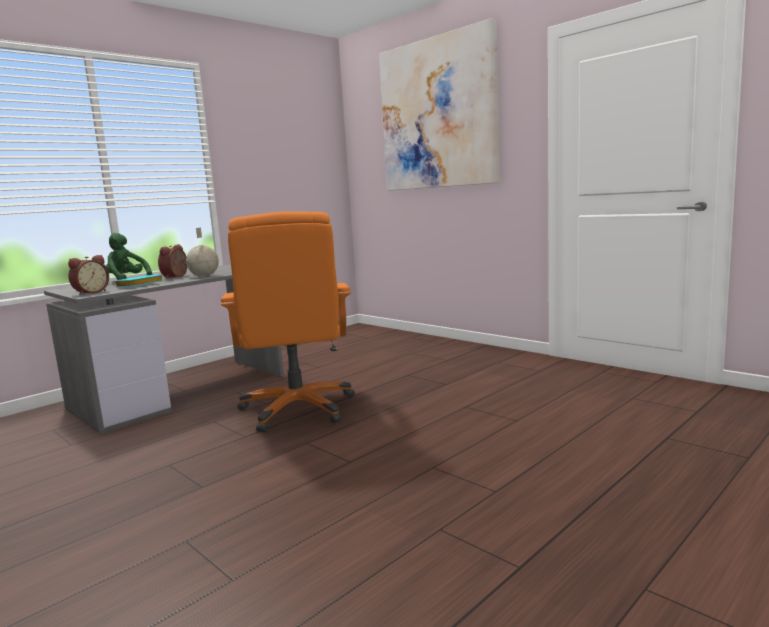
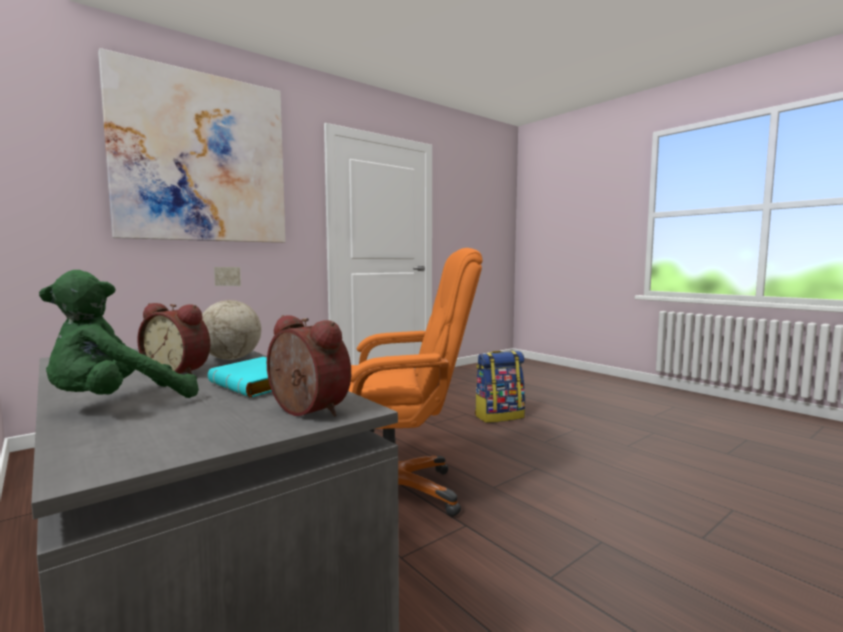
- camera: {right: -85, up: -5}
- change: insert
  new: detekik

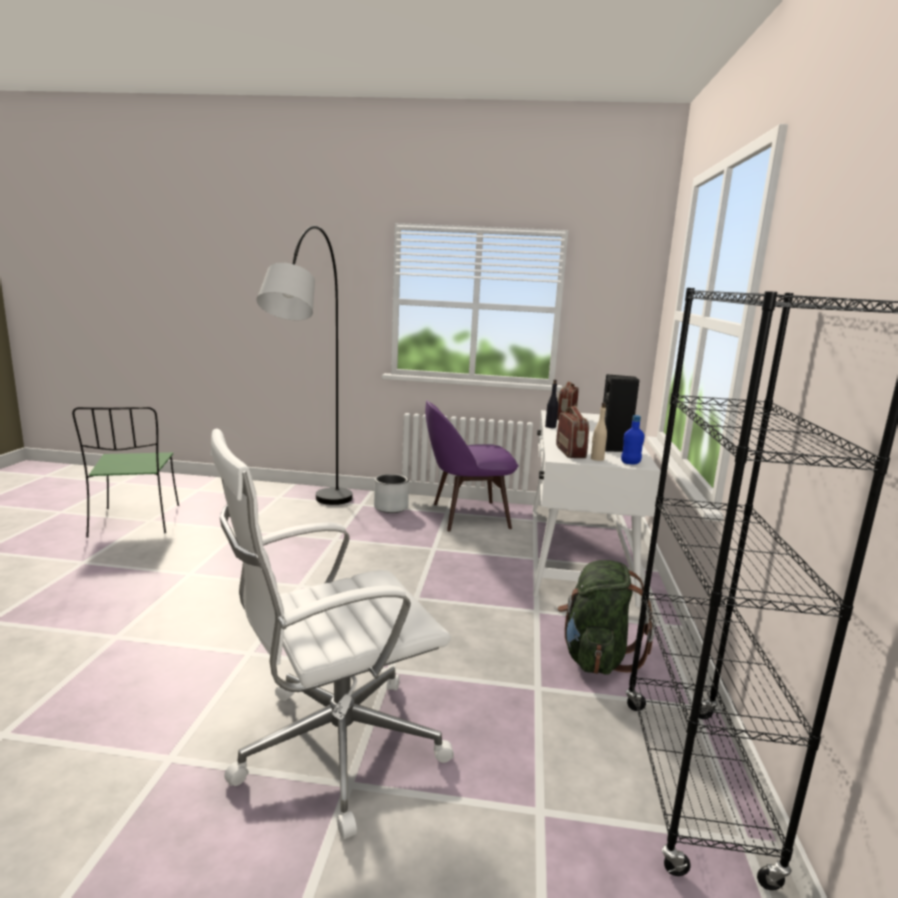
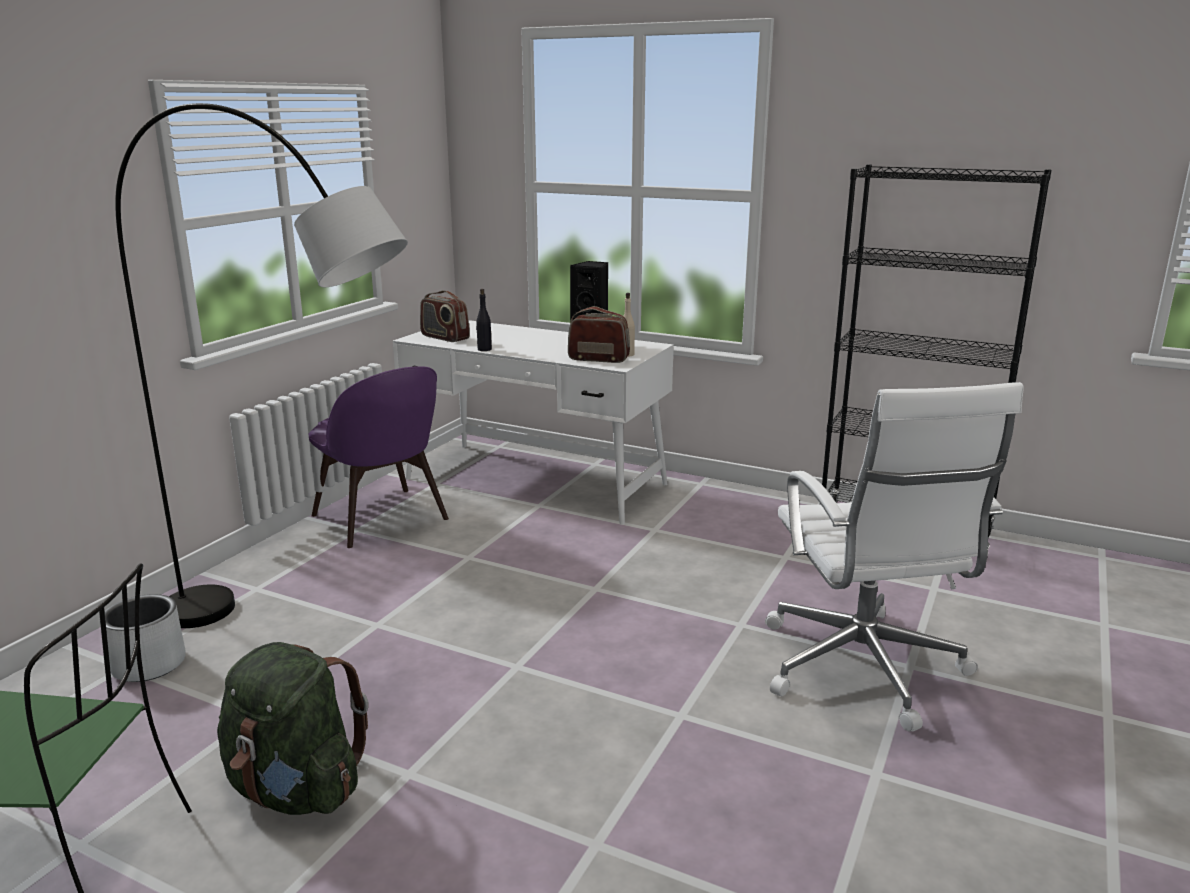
- camera: {right: -70, up: 5}
- change: move
  old: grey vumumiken
- change: move
  old: green detekik
- change: rotate
  old: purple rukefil
  degrees: -45
- change: delete
  old: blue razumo

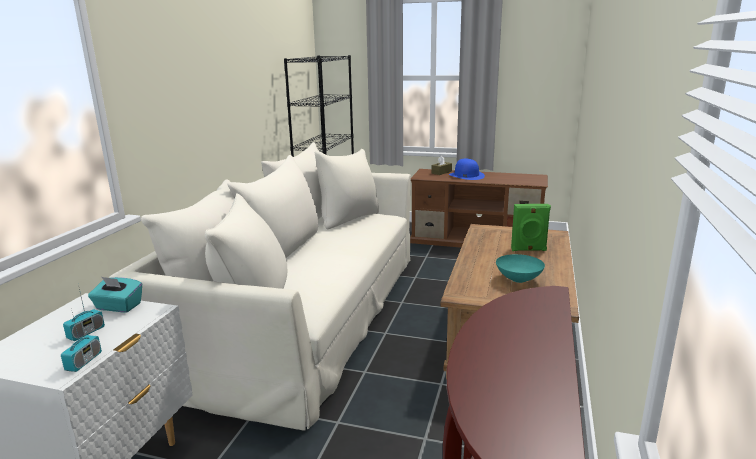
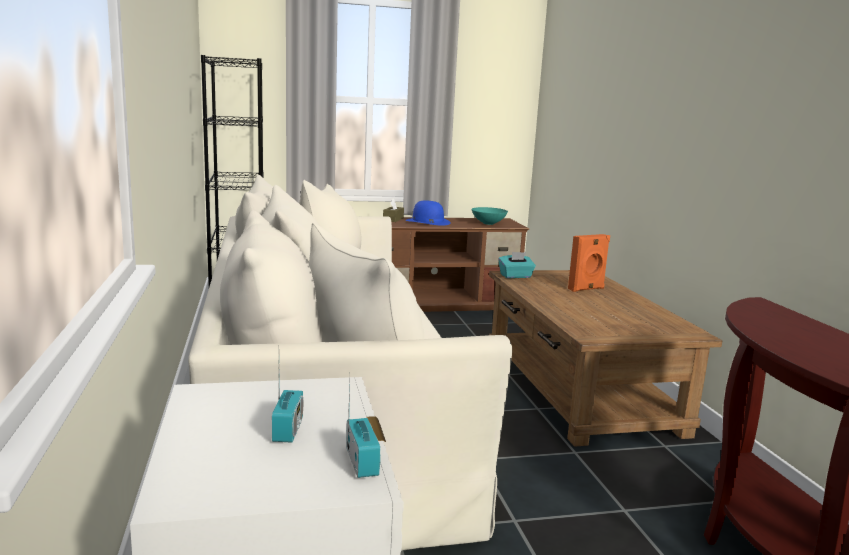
- camera: {right: -30, up: -5}
- change: move
  old: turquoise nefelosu
- change: move
  old: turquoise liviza
- change: recolor
  old: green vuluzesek
  new: orange vuluzesek

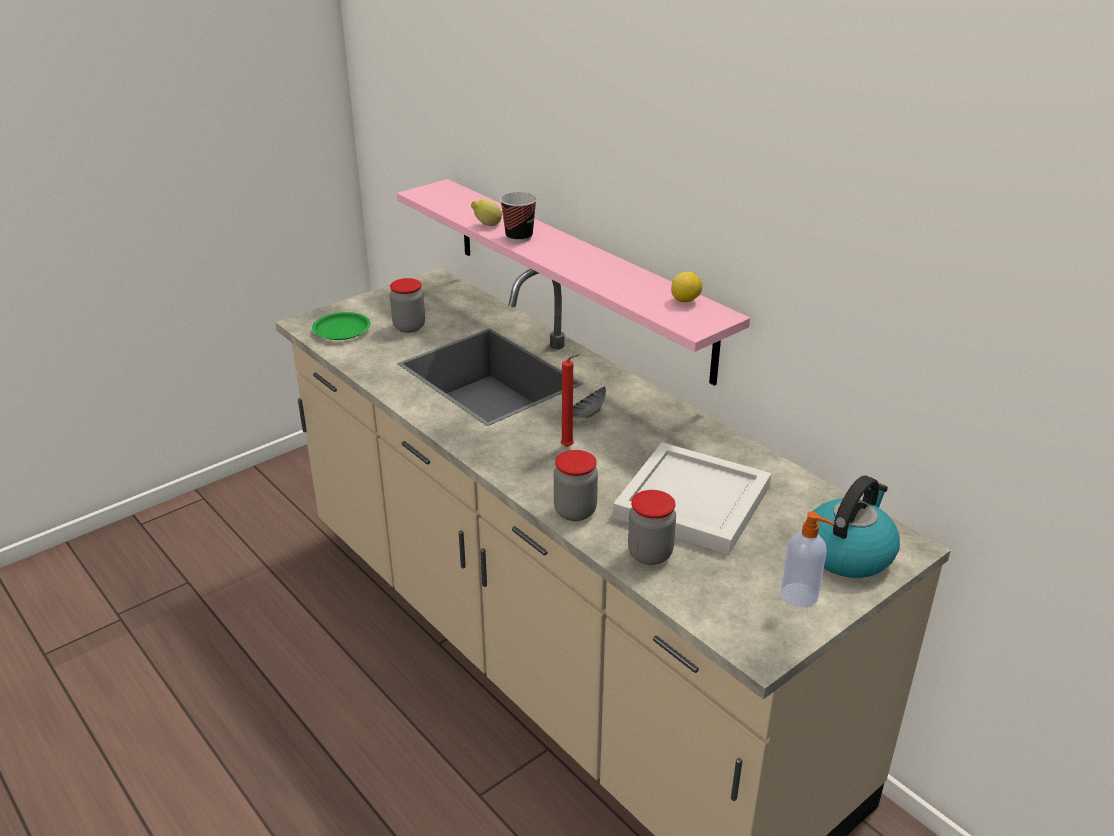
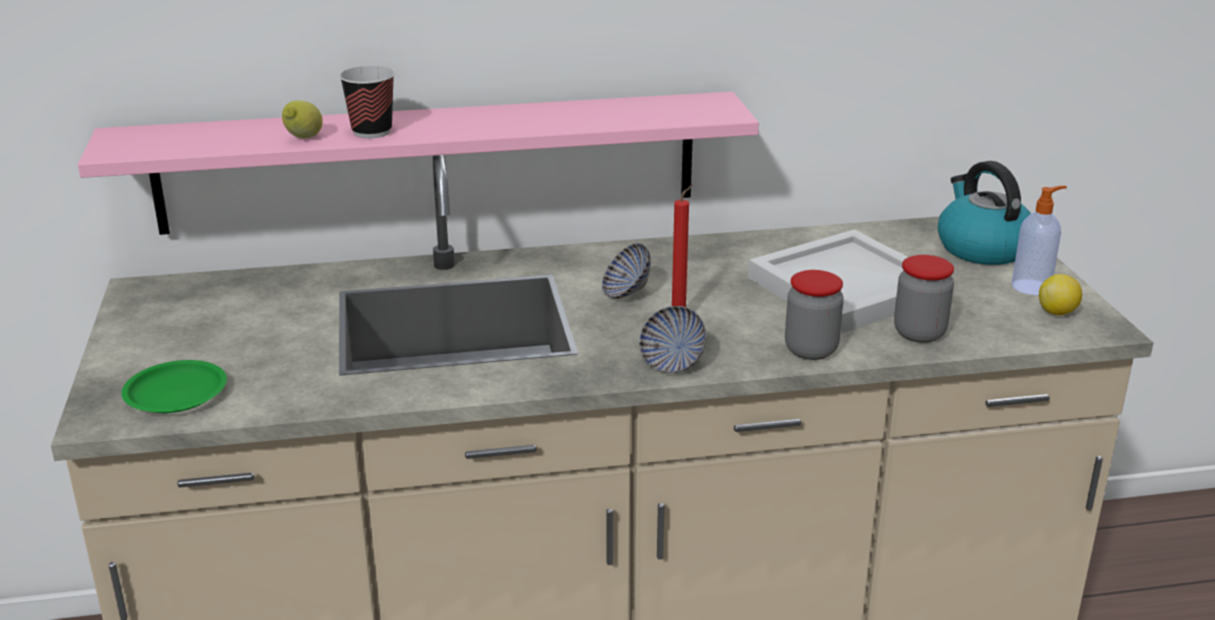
- camera: {right: -60, up: -5}
- change: insert
  new: nefelosu (2nd from left)
- change: move
  old: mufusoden (2nd from left)
- change: delete
  old: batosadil (1st from left)

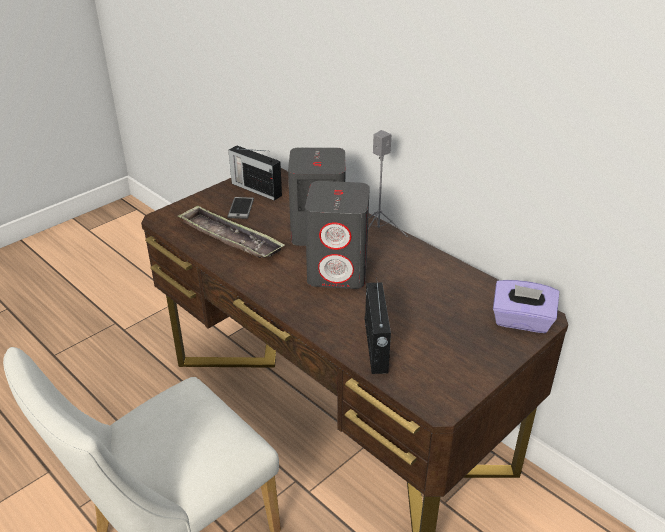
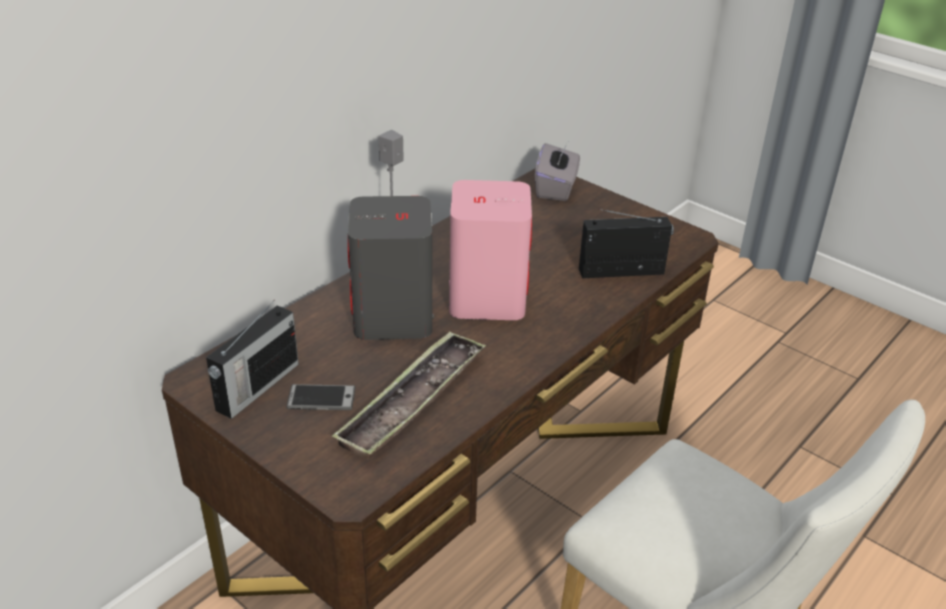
- camera: {right: -95, up: 0}
- change: recolor
  old: grey vuluzesek (2nd from left)
  new: pink vuluzesek
- change: recolor
  old: purple liviza
  new: grey liviza

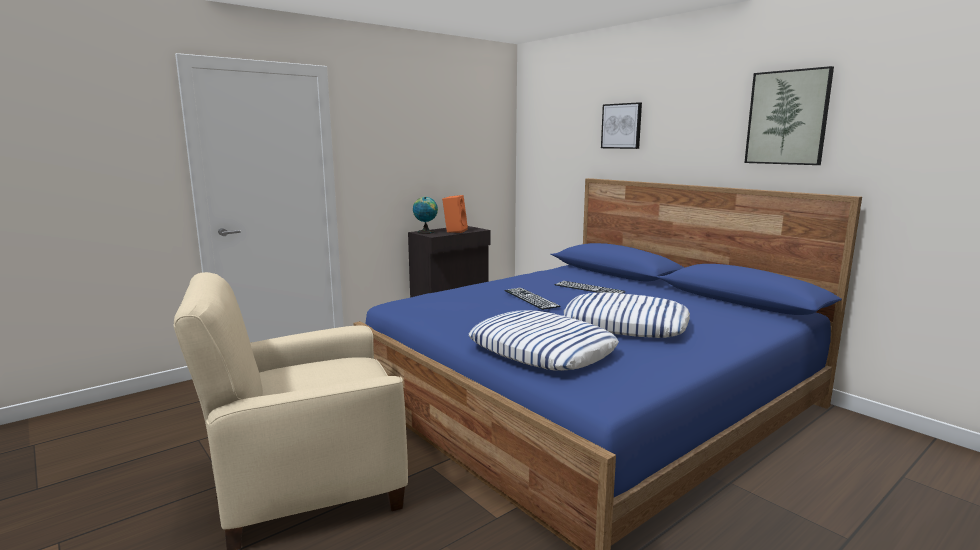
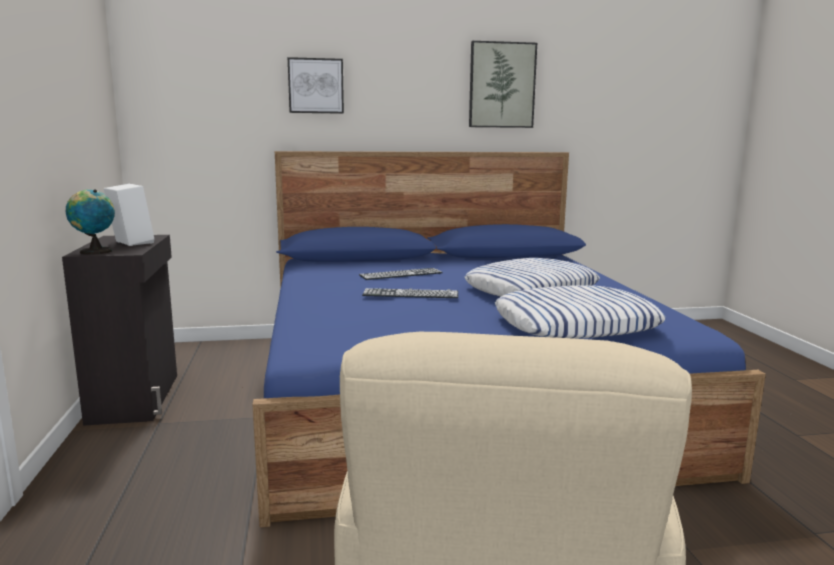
- camera: {right: -60, up: 0}
- change: recolor
  old: orange vuluzesek
  new: white vuluzesek

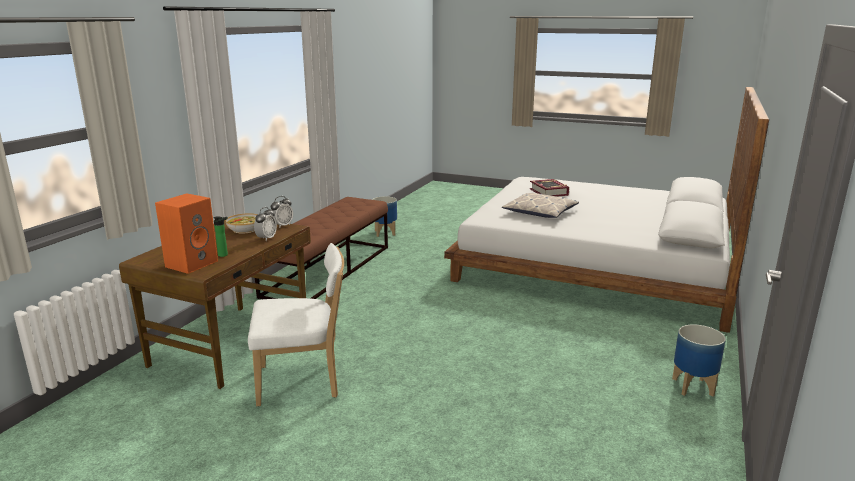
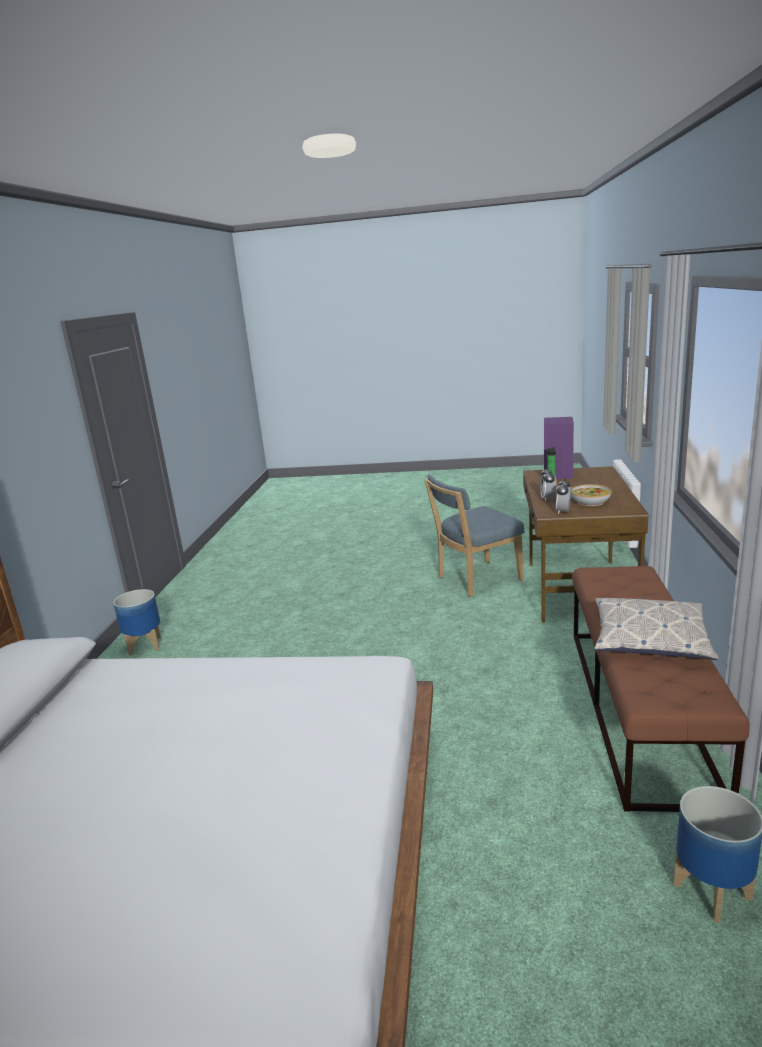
- camera: {right: 165, up: 0}
- change: recolor
  old: white rukefil
  new: blue rukefil
- change: recolor
  old: orange vuluzesek
  new: purple vuluzesek
- change: move
  old: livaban
- change: delete
  old: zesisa

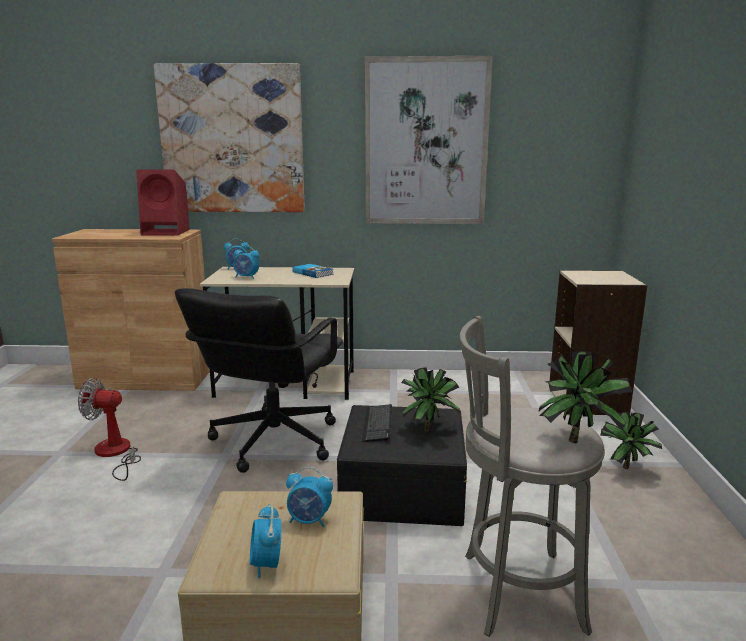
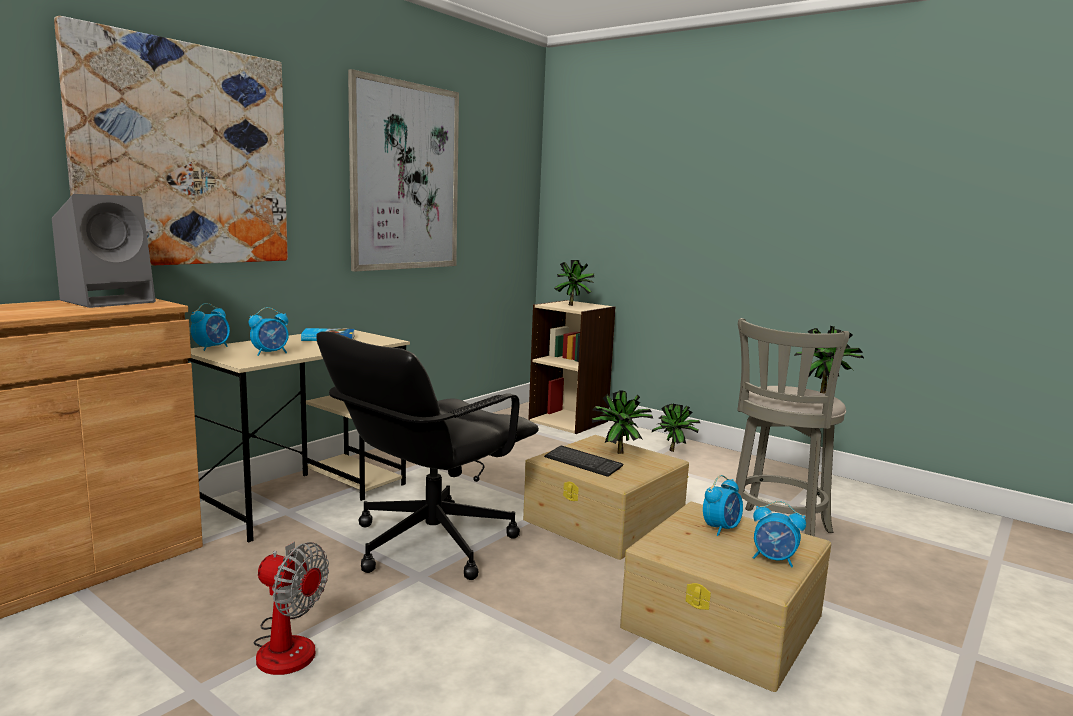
- camera: {right: -55, up: -5}
- change: recolor
  old: red vuluzesek
  new: grey vuluzesek
- change: rotate
  old: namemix
  degrees: -105
- change: rotate
  old: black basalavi
  degrees: 75
- change: recolor
  old: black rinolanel
  new: beige rinolanel (1st from left)
- change: insert
  new: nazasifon (1st from left)

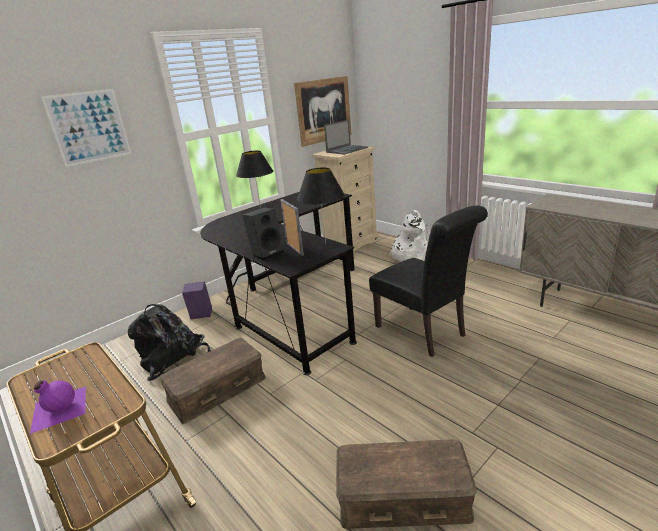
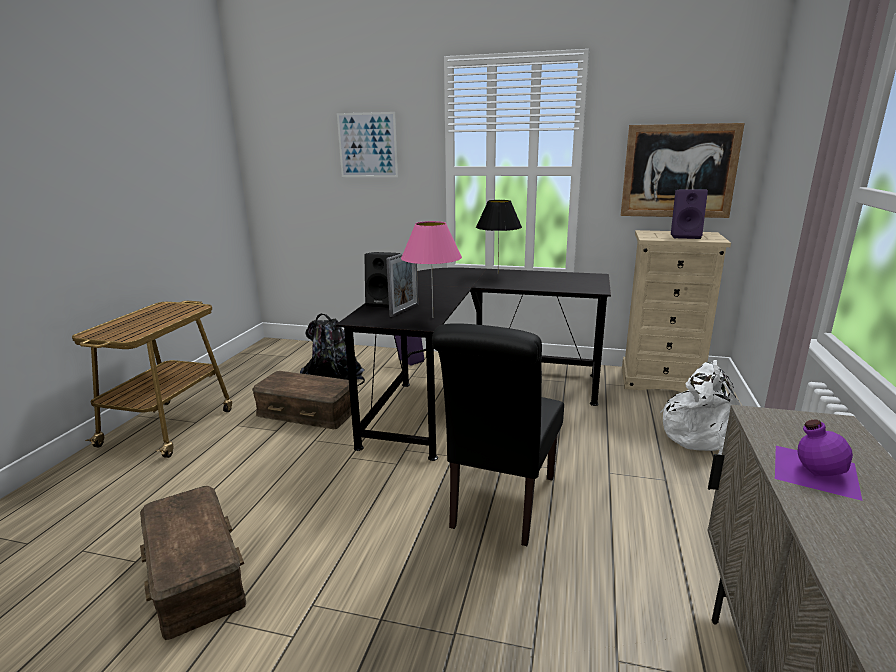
- camera: {right: 55, up: -5}
- change: recolor
  old: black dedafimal (2nd from left)
  new: pink dedafimal
- change: replace
  old: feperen
  new: purple vuluzesek (2nd from left)
- change: move
  old: purple razumo

